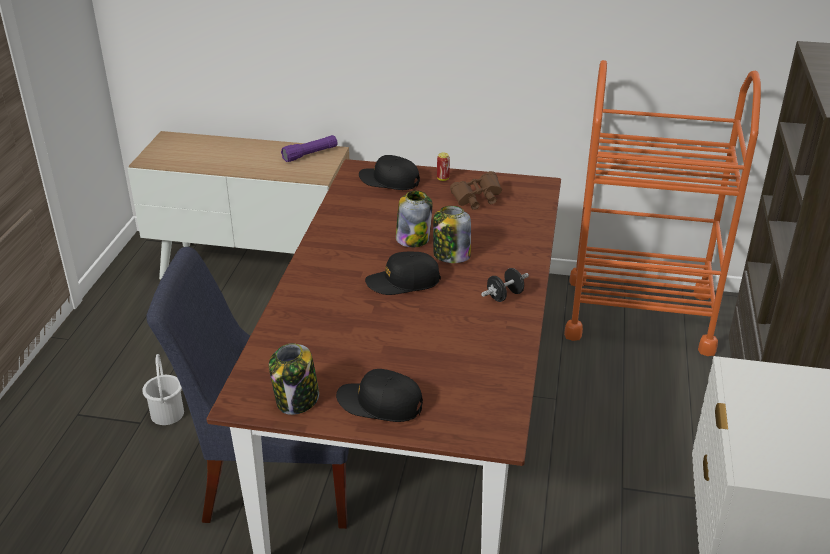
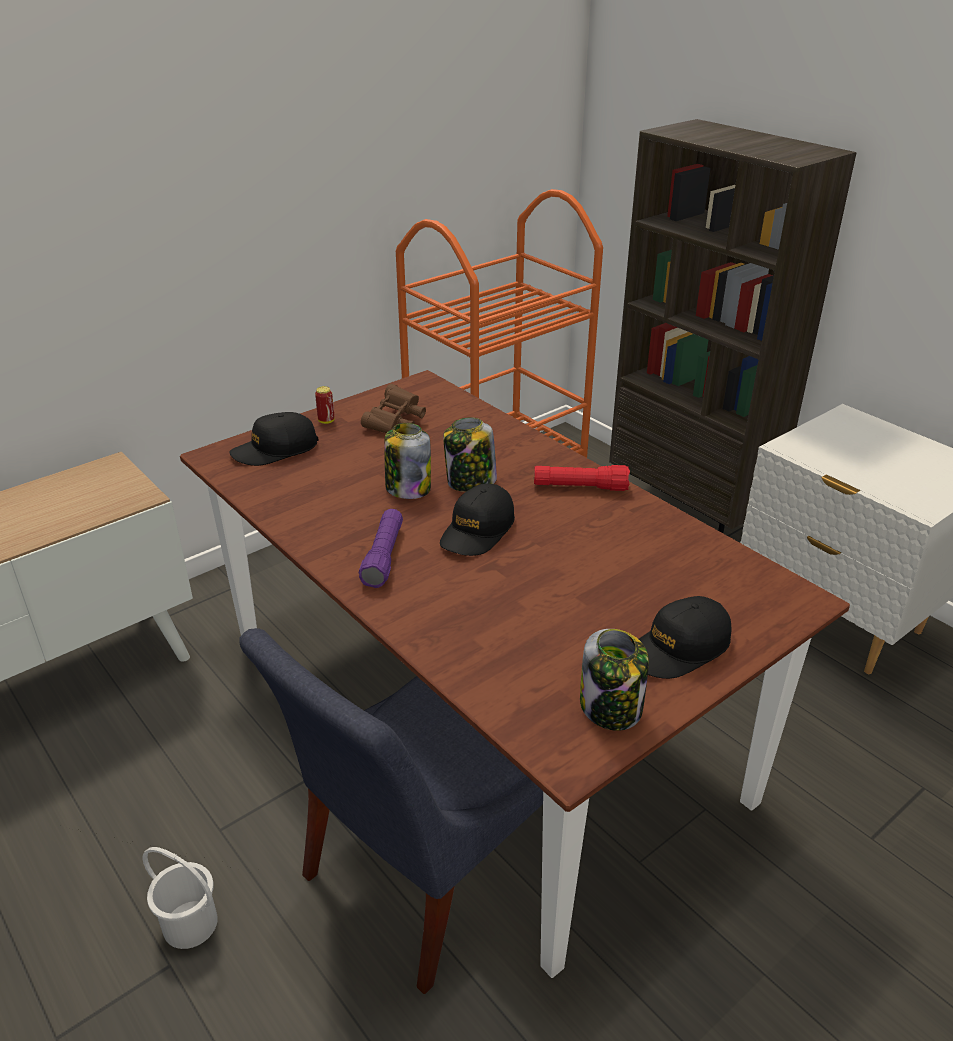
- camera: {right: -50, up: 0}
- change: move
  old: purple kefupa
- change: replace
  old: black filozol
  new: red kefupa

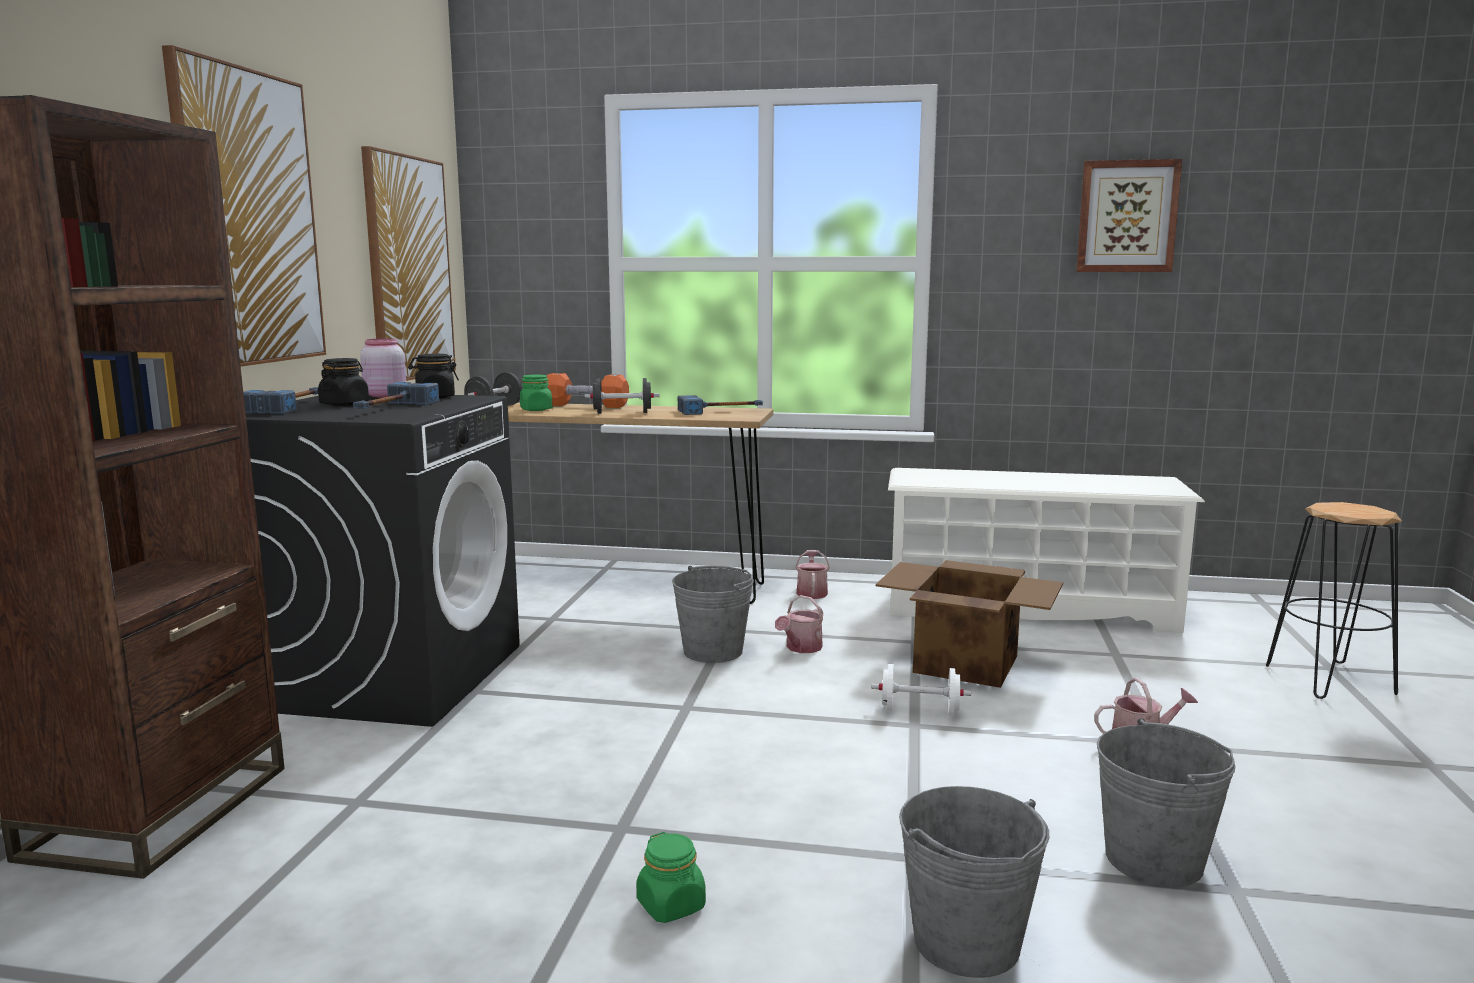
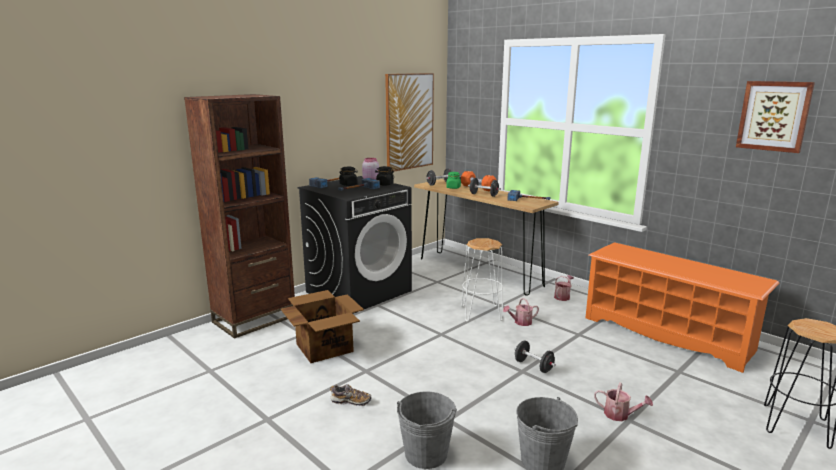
- camera: {right: 35, up: 5}
- change: move
  old: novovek
- change: replace
  old: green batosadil (2nd from left)
  new: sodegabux
- change: replace
  old: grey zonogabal (1st from left)
  new: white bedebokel
- change: recolor
  old: white filozol
  new: black filozol (3rd from left)
- change: recolor
  old: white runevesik
  new: orange runevesik
- change: delete
  old: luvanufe (1st from left)

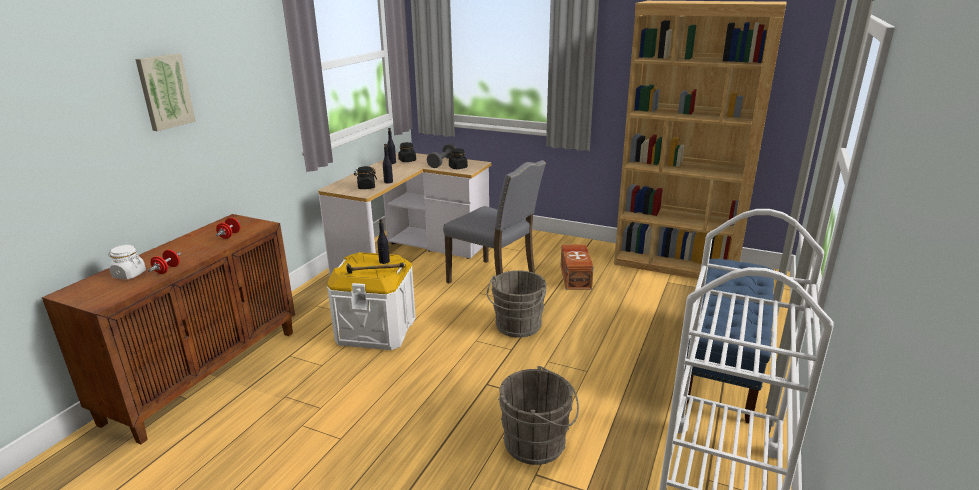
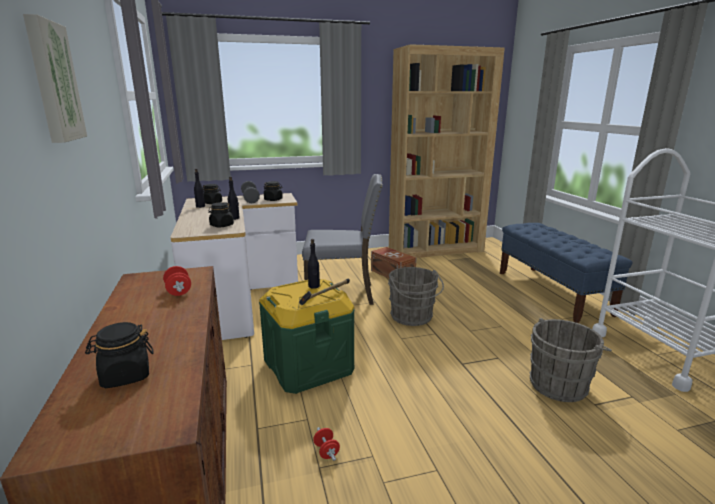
- camera: {right: -40, up: -5}
- change: recolor
  old: white batosadil
  new: black batosadil (1st from left)
- change: recolor
  old: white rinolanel
  new: green rinolanel
- change: move
  old: red filozol (1st from left in the first image)
  new: red filozol (2nd from left)

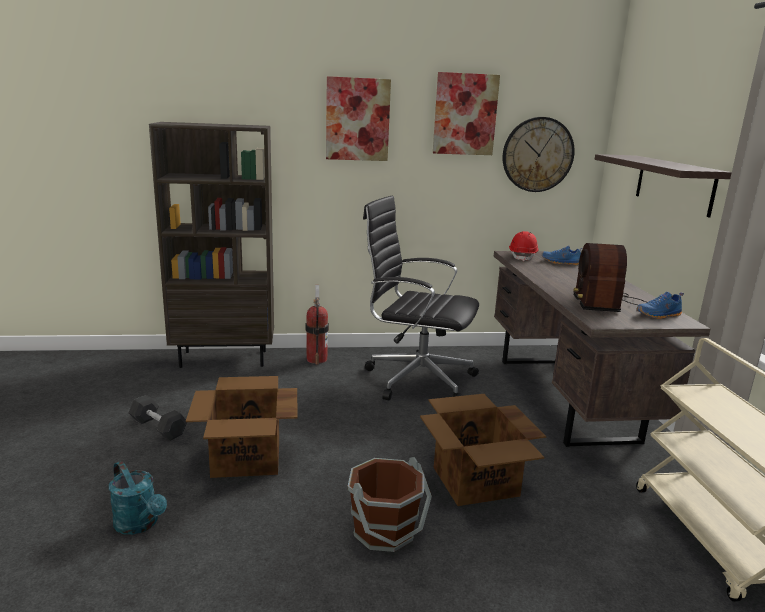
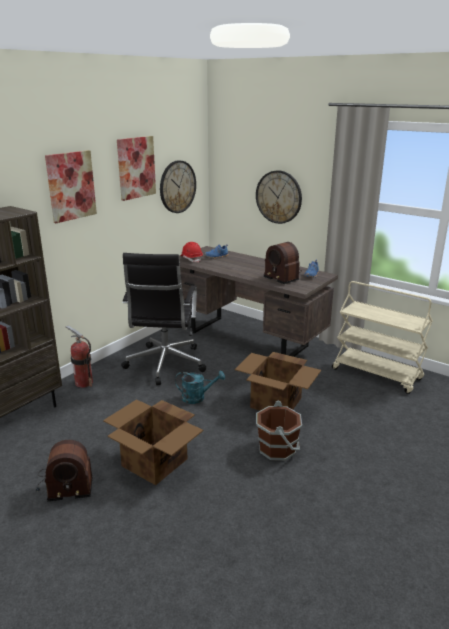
- camera: {right: -45, up: 5}
- change: replace
  old: grey filozol
  new: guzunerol (1st from left)
- change: rotate
  old: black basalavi
  degrees: -60
- change: move
  old: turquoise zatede
- change: replace
  old: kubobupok
  new: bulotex (2nd from left)

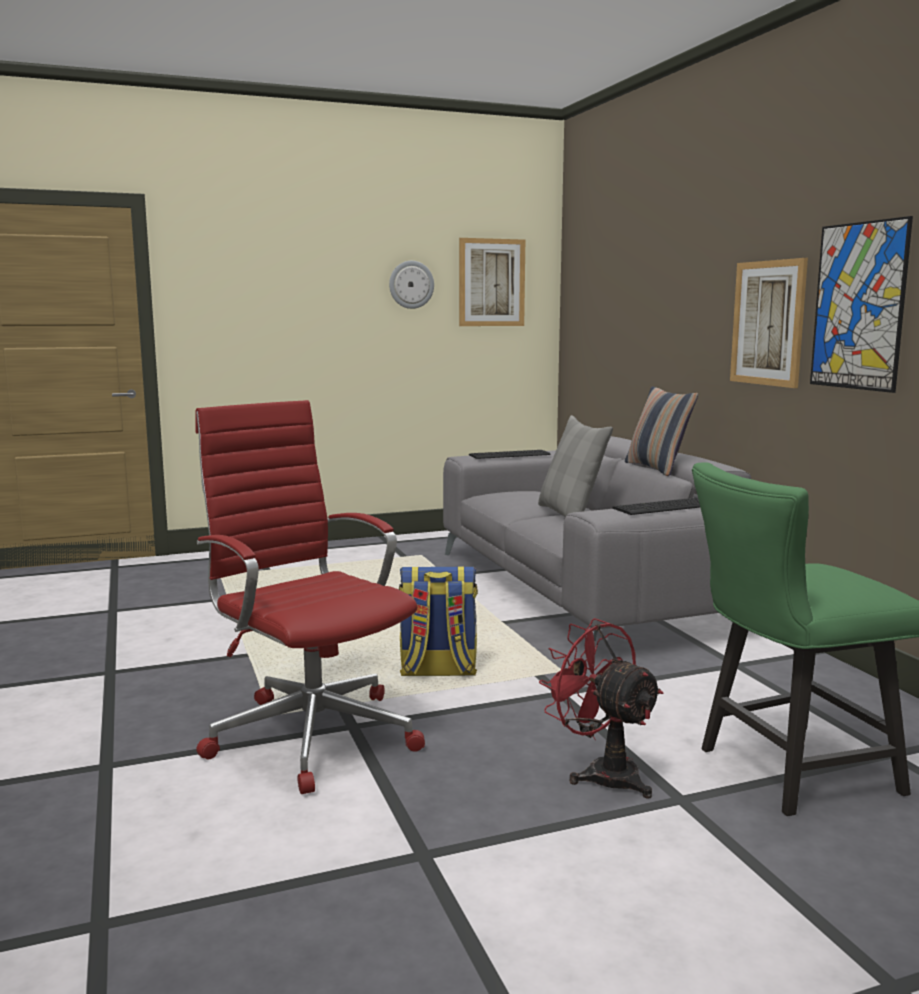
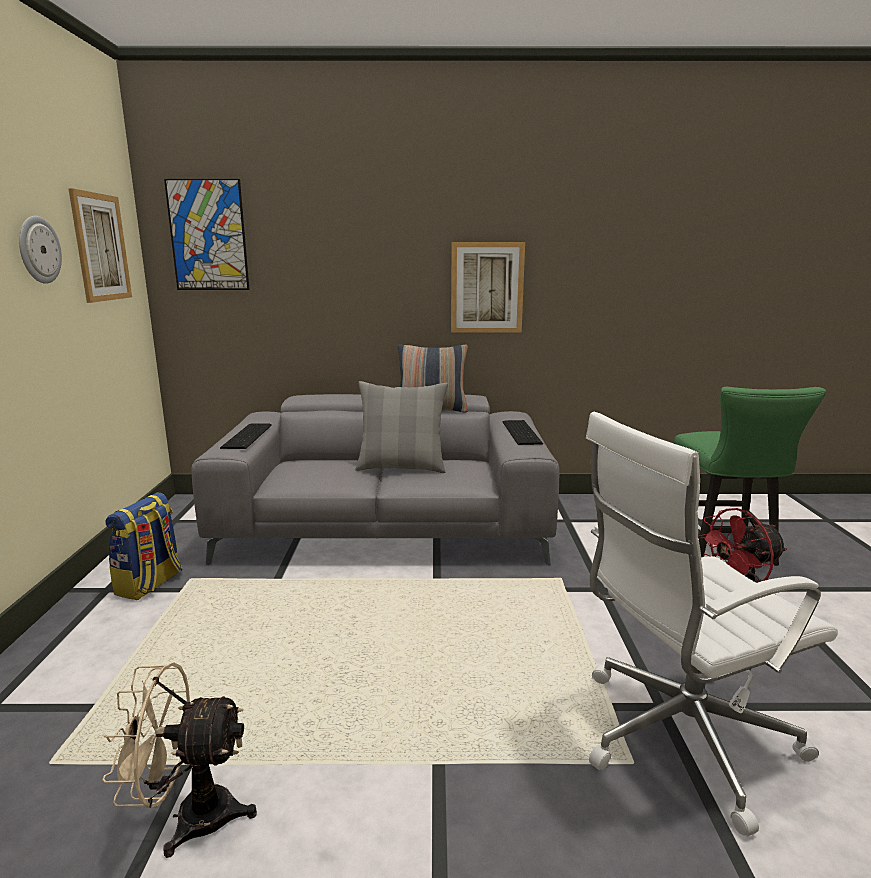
- camera: {right: -70, up: 5}
- change: insert
  new: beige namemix
- change: move
  old: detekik
- change: move
  old: luvanufe (3rd from left in the first image)
  new: luvanufe (2nd from left)
- change: recolor
  old: red basalavi
  new: white basalavi

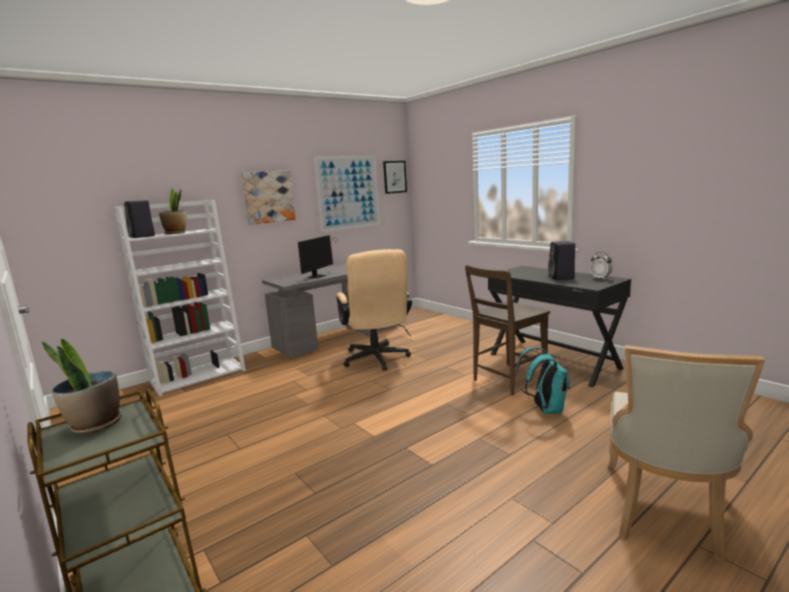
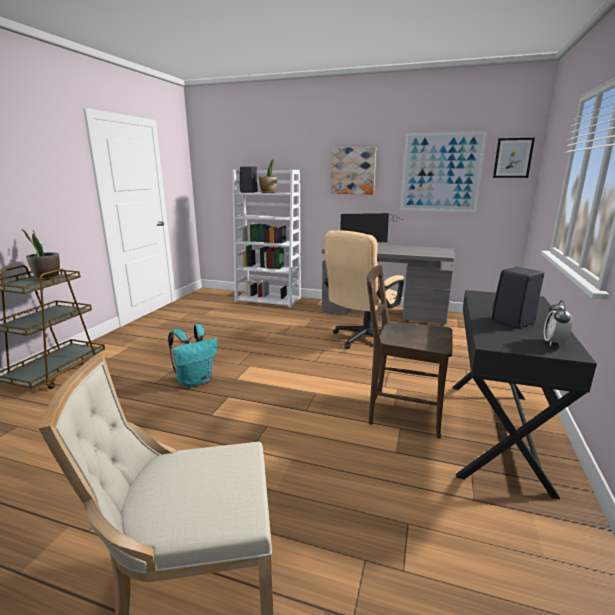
- camera: {right: 55, up: 5}
- change: move
  old: turquoise detekik

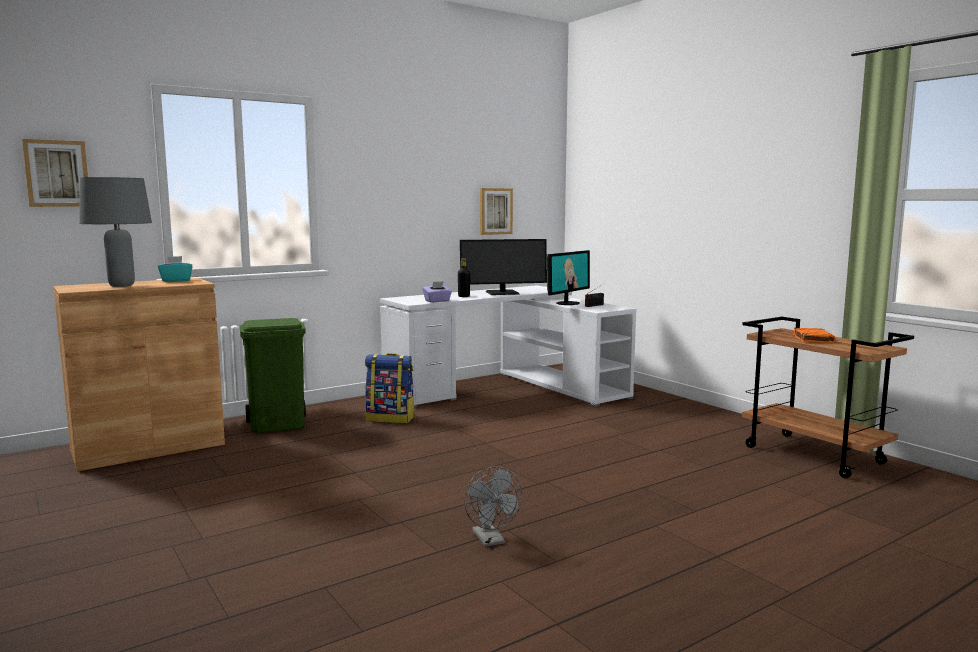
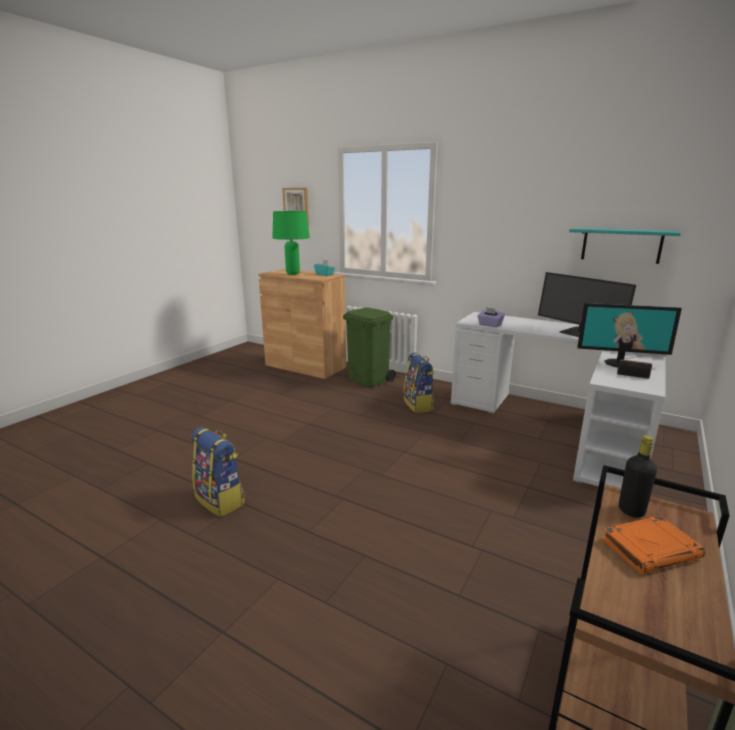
- camera: {right: 65, up: 10}
- change: replace
  old: grey namemix
  new: detekik (1st from left)
- change: recolor
  old: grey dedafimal
  new: green dedafimal
- change: replace
  old: luvanufe (2nd from left)
  new: turquoise kubobupok
- change: move
  old: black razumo

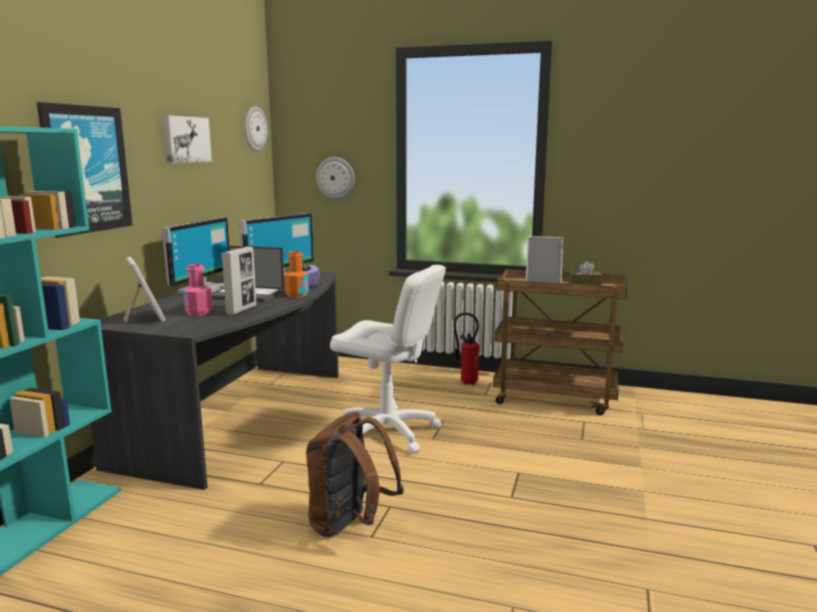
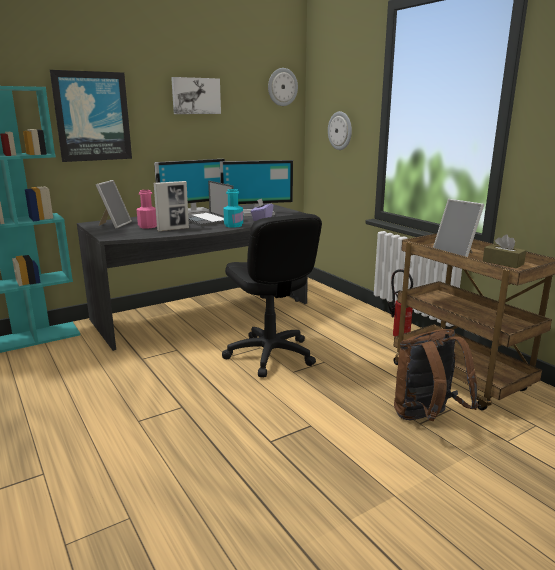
- camera: {right: 40, up: 5}
- change: recolor
  old: white basalavi
  new: black basalavi
- change: recolor
  old: orange razumo
  new: turquoise razumo
- change: move
  old: brown detekik

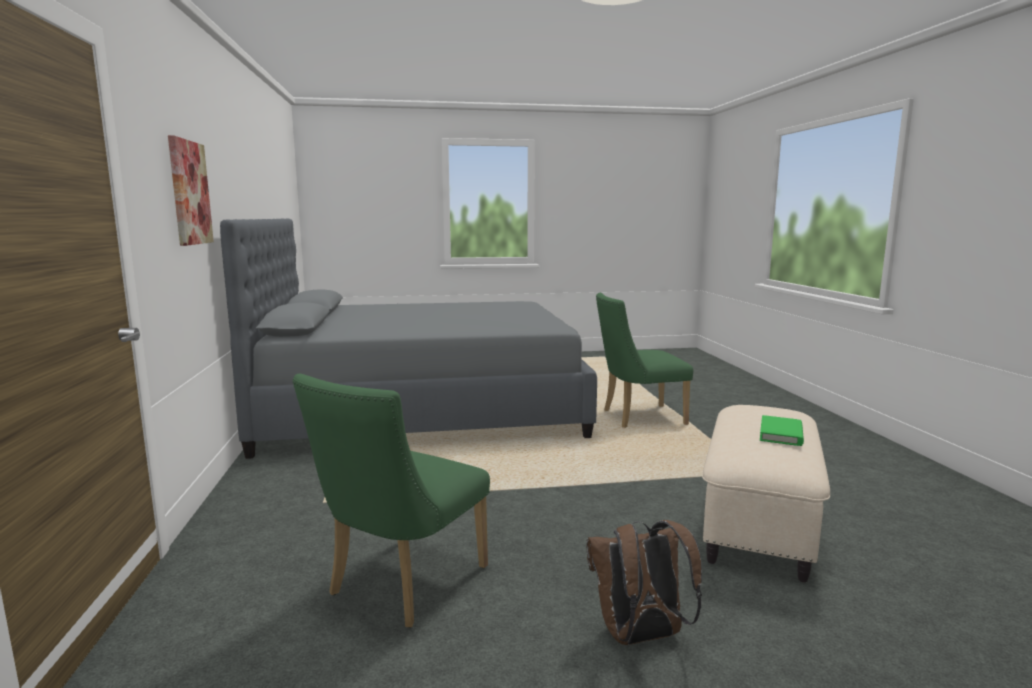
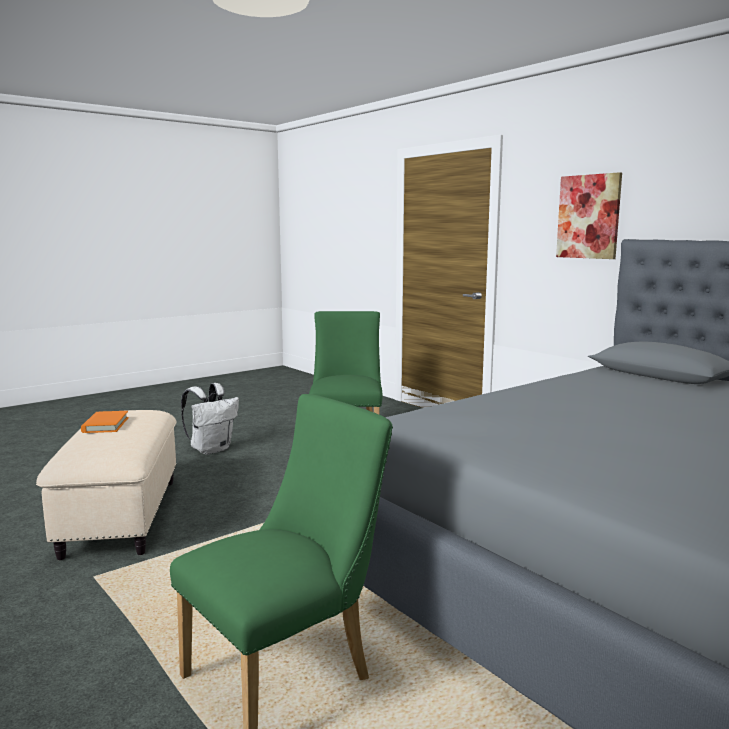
- camera: {right: 150, up: 0}
- change: recolor
  old: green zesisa
  new: orange zesisa
- change: recolor
  old: brown detekik
  new: white detekik

